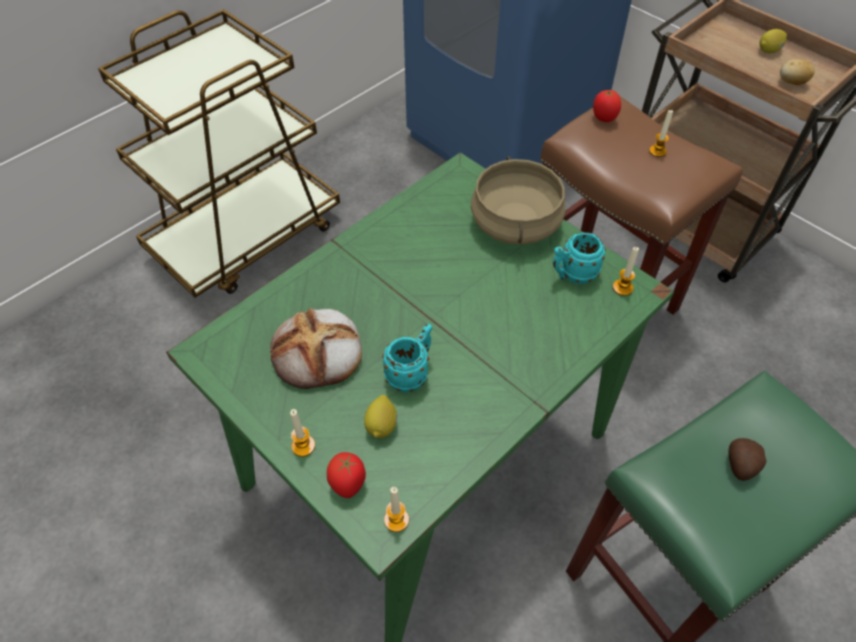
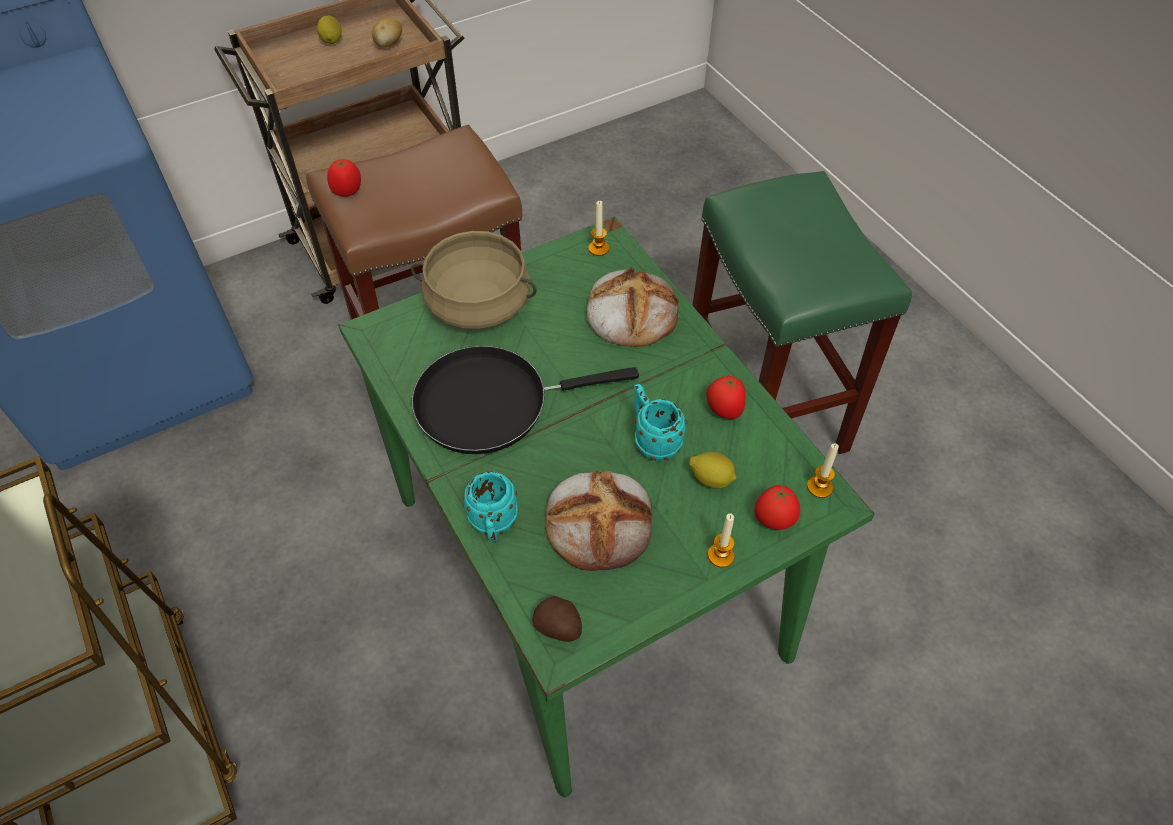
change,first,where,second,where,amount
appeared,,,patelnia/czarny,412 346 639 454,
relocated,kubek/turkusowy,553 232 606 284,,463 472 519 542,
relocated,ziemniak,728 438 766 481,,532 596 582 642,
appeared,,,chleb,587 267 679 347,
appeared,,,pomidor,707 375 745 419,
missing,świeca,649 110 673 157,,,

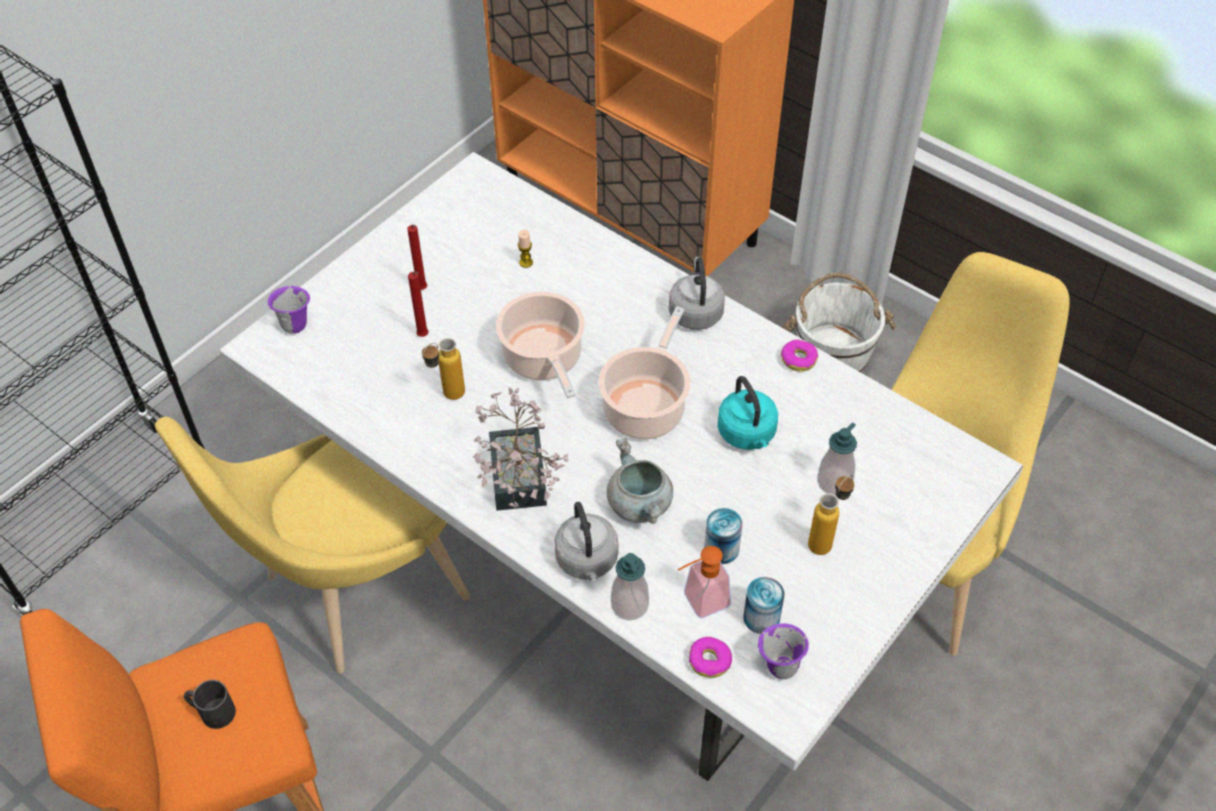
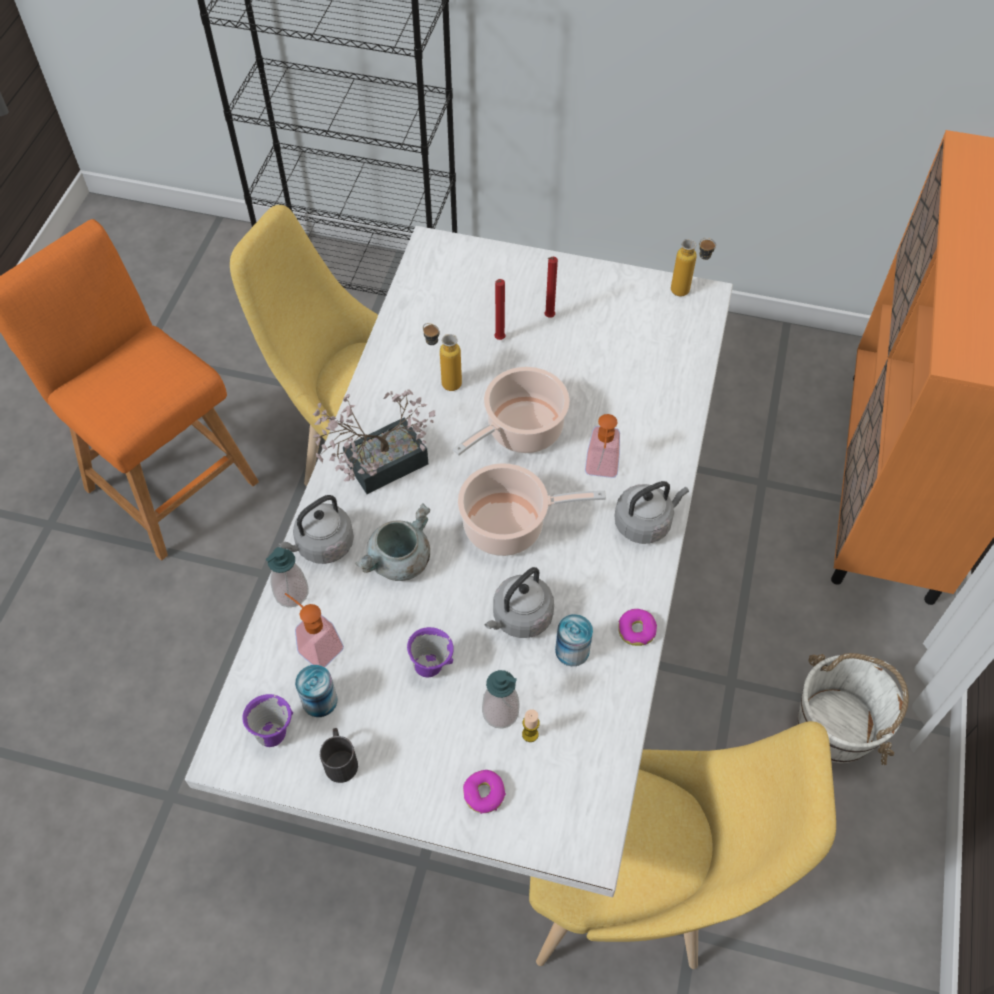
change,first,where,second,where,amount
relocated,kubek/czarny,184 680 236 729,,320 728 358 783,
relocated,kubek/fioletowy,268 286 310 334,,407 627 454 677,
relocated,donut,689 637 732 678,,463 770 506 814,
colour,czajnik/turkusowy,718 376 778 450,czajnik/szary,484 567 554 638,
relocated,świeca,518 230 533 268,,522 710 540 742,
relocated,puszka,704 508 743 564,,555 614 593 666,
appeared,,,dozownik mydła,585 414 620 478,
relocated,butelka,808 474 854 555,,671 238 716 296,

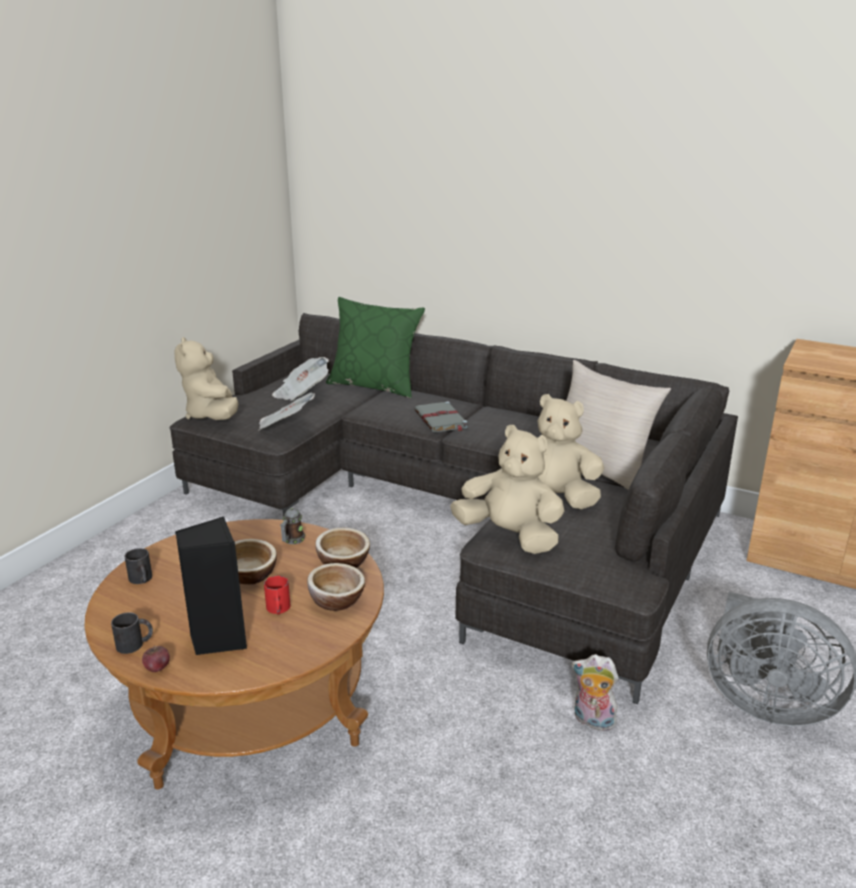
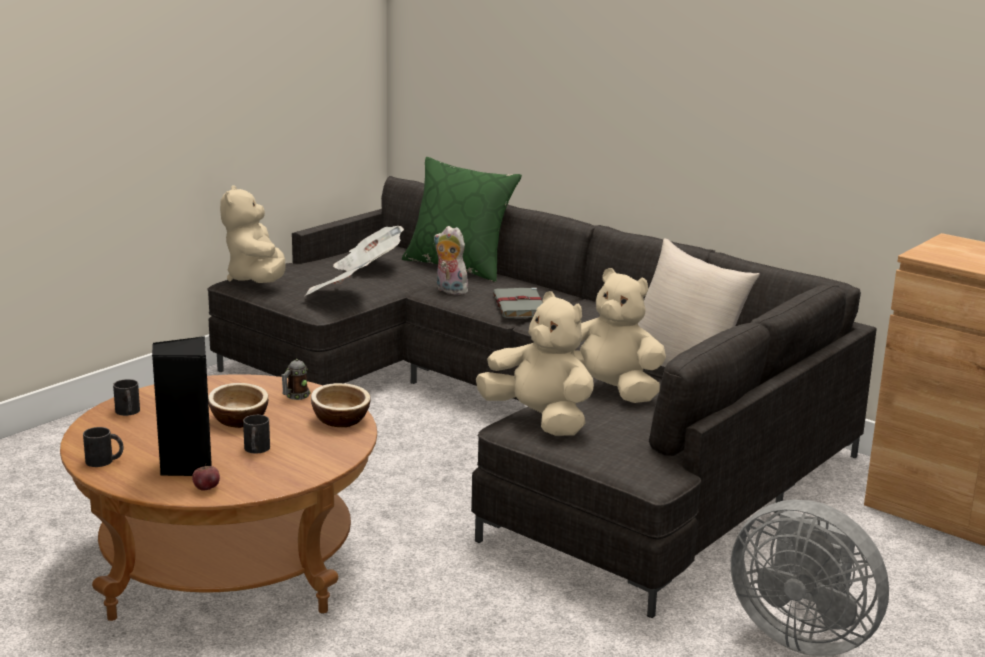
change,first,where,second,where,amount
relocated,jabłko,142 645 170 672,,192 464 220 491,
colour,kubek/czerwony,264 576 290 615,kubek/czarny,243 415 270 454,
relocated,pluszak,572 654 618 731,,434 226 469 295,
missing,miska,307 563 365 611,,,

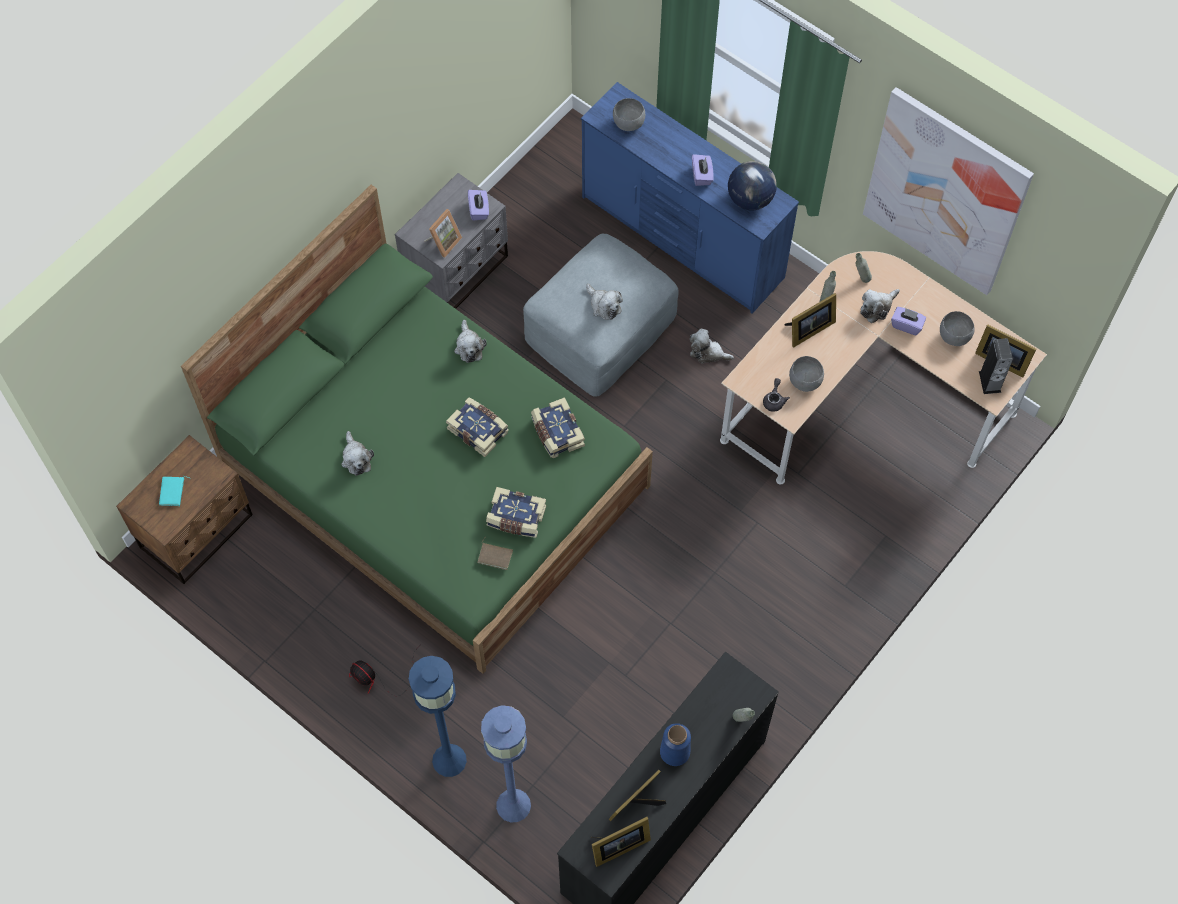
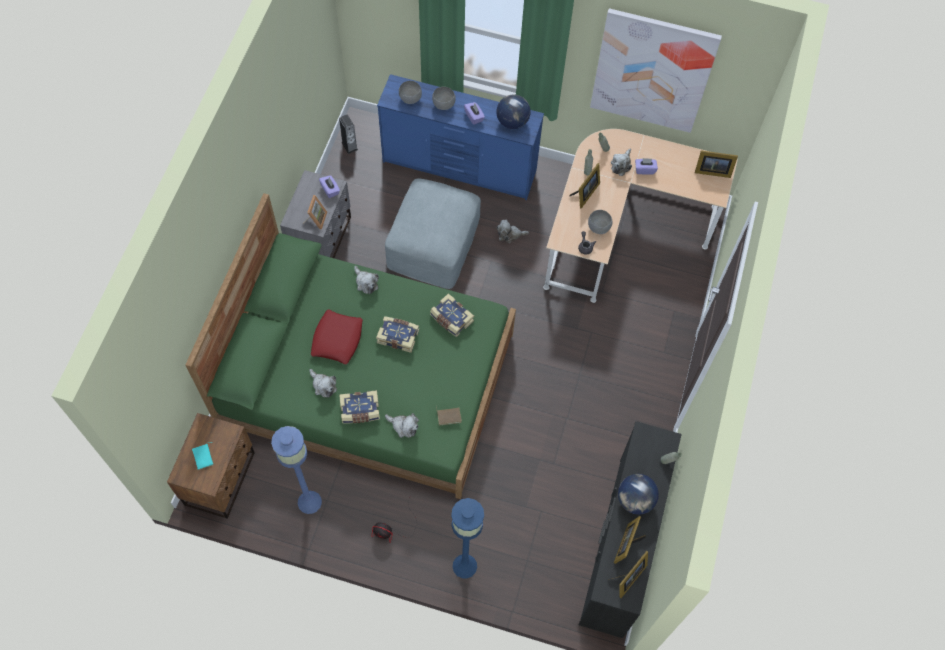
change,first,where,second,where,amount
relocated,lampa stojąca/niebieski,481 705 531 823,,271 426 322 514,
appeared,,,poduszka/czerwony,311 309 363 364,
relocated,głośnik,979 338 1013 394,,339 115 358 154,
relocated,książka,486 487 546 538,,339 390 380 424,
relocated,pluszak,586 284 623 320,,385 413 419 438,
relocated,miska/szary,940 311 975 346,,432 87 456 110,
exchanged,wazon/niebieski,660 723 691 766,globus,618 474 659 514,

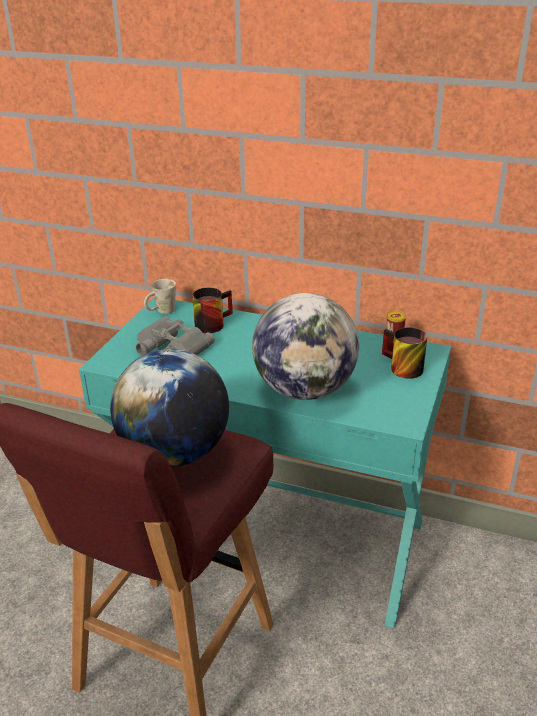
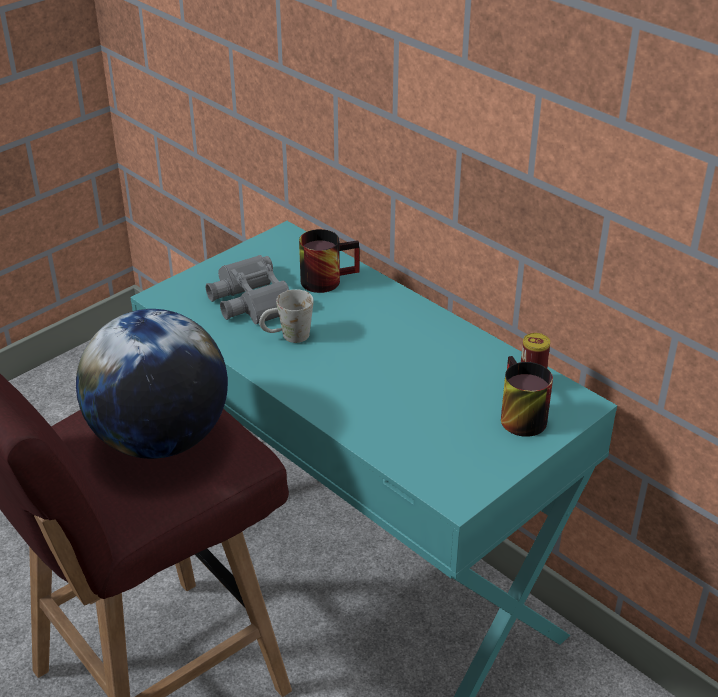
change,first,where,second,where,amount
relocated,kubek/biały,144 279 176 314,,259 289 314 343,
missing,globus,252 293 359 400,,,

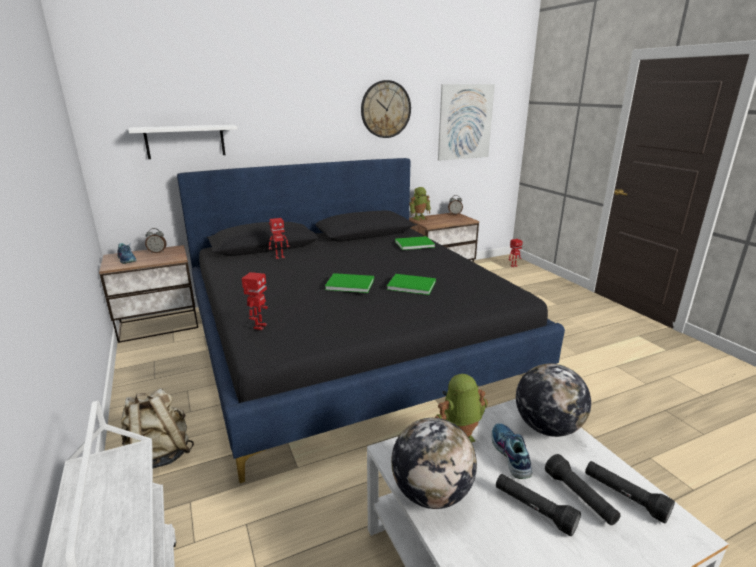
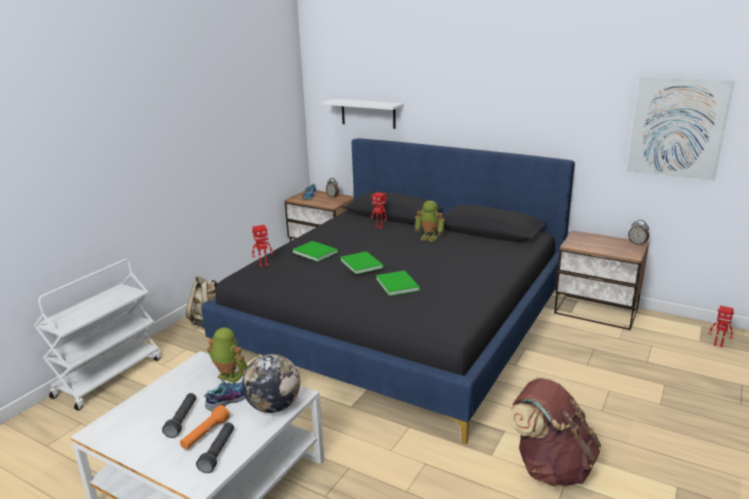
change,first,where,second,where,amount
colour,latarka/czarny,545 454 621 525,latarka/pomarańczowy,180 405 230 449,
relocated,książka/zielony,395 236 435 250,,292 241 339 262,
relocated,robot zabawkowy,409 187 431 221,,415 200 445 242,
appeared,,,plecak/brązowy,509 377 601 486,
missing,zegar ścienny,361 80 411 138,,,
missing,globus,391 418 477 509,,,

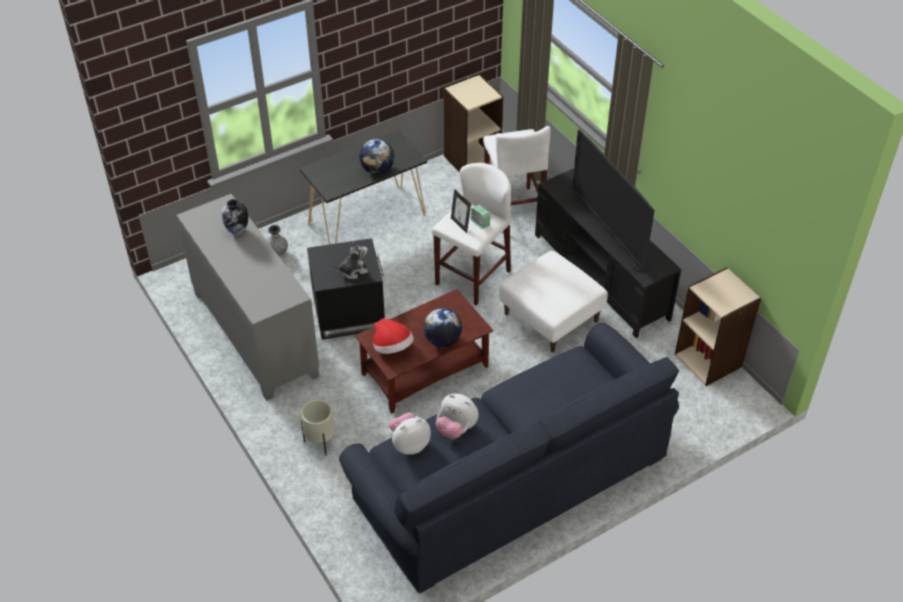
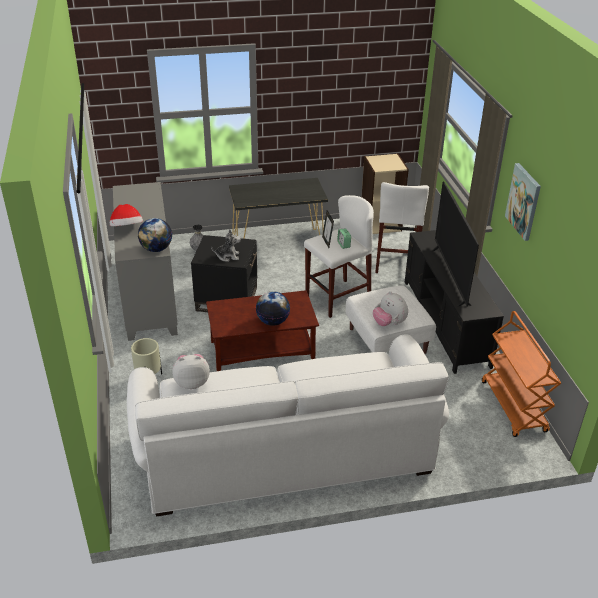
change,first,where,second,where,amount
relocated,kapelusz,373 319 414 354,,110 204 143 226,
colour,kanapa/niebieski,339 322 679 593,kanapa/biały,127 334 449 516,
relocated,globus,359 139 394 174,,138 218 172 252,
relocated,pluszak,436 394 479 439,,373 291 408 326,
exchanged,regał/beżowy,675 267 762 386,wózek/pomarańczowy,482 311 561 437,
appeared,,,obraz,505 163 541 241,
missing,wazon,221 199 248 235,,,

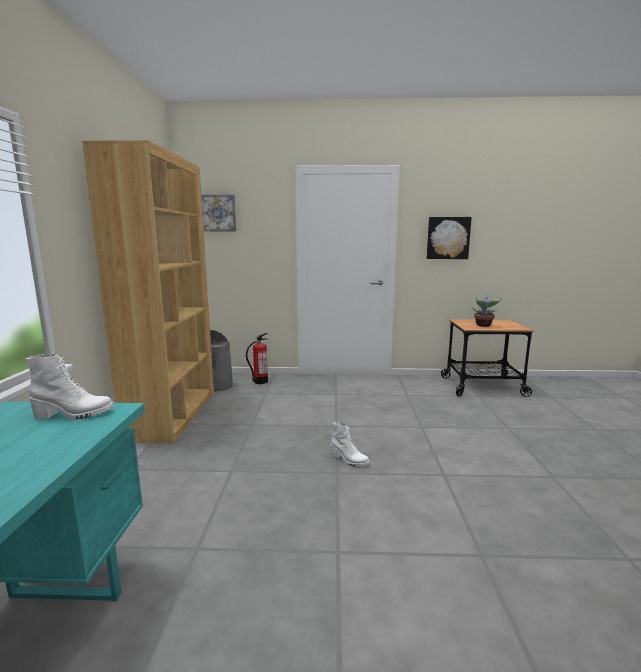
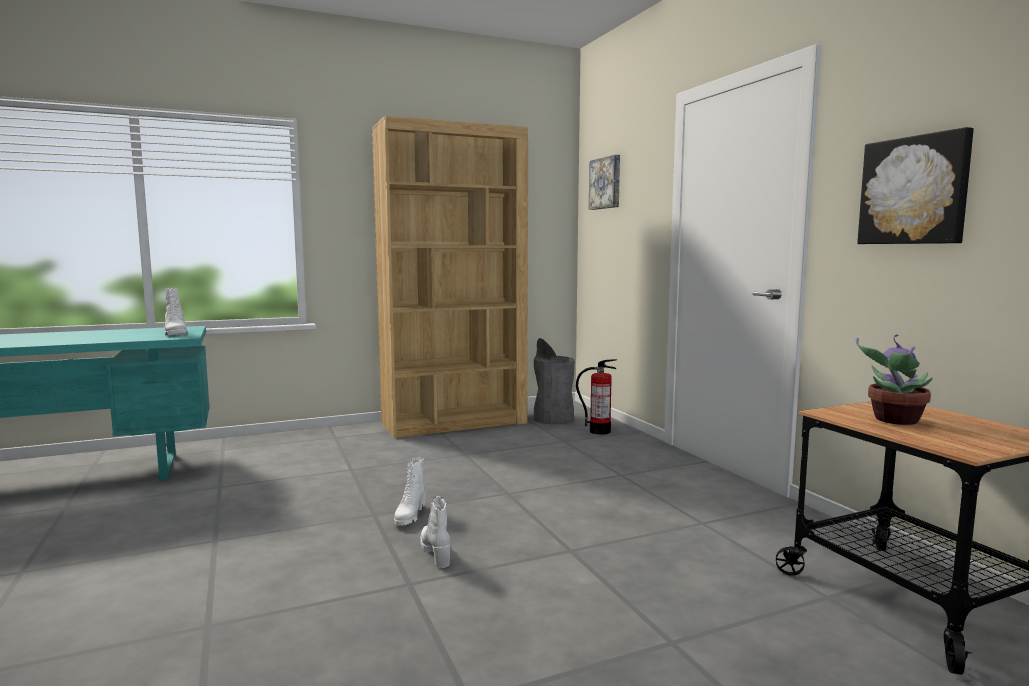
change,first,where,second,where,amount
appeared,,,but z cholewką/biały,421 496 450 568,

